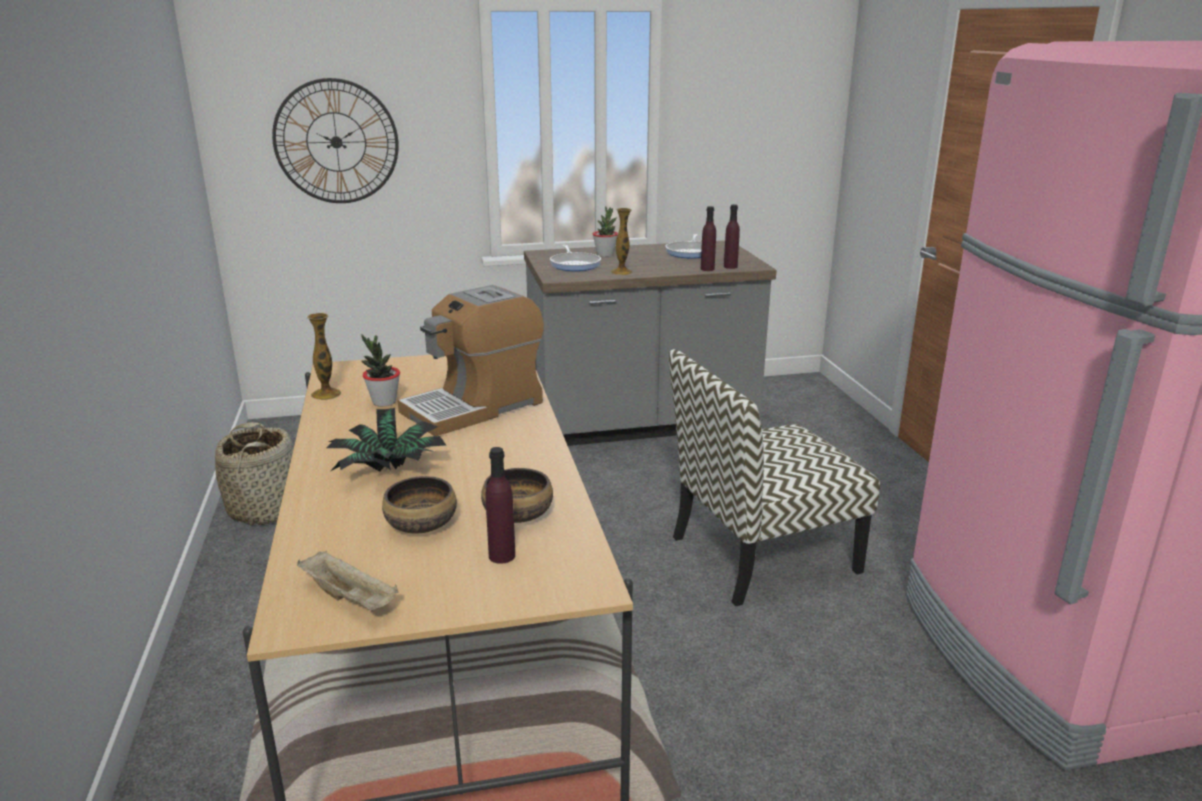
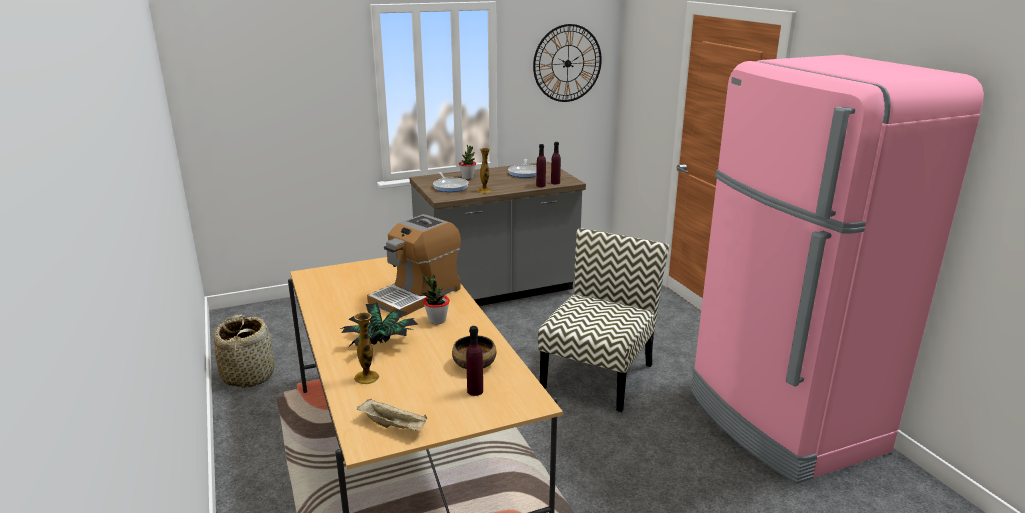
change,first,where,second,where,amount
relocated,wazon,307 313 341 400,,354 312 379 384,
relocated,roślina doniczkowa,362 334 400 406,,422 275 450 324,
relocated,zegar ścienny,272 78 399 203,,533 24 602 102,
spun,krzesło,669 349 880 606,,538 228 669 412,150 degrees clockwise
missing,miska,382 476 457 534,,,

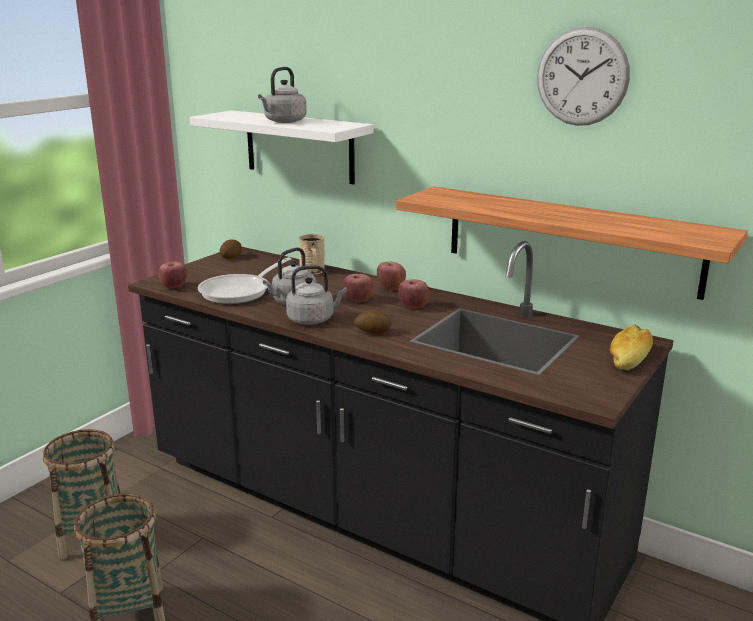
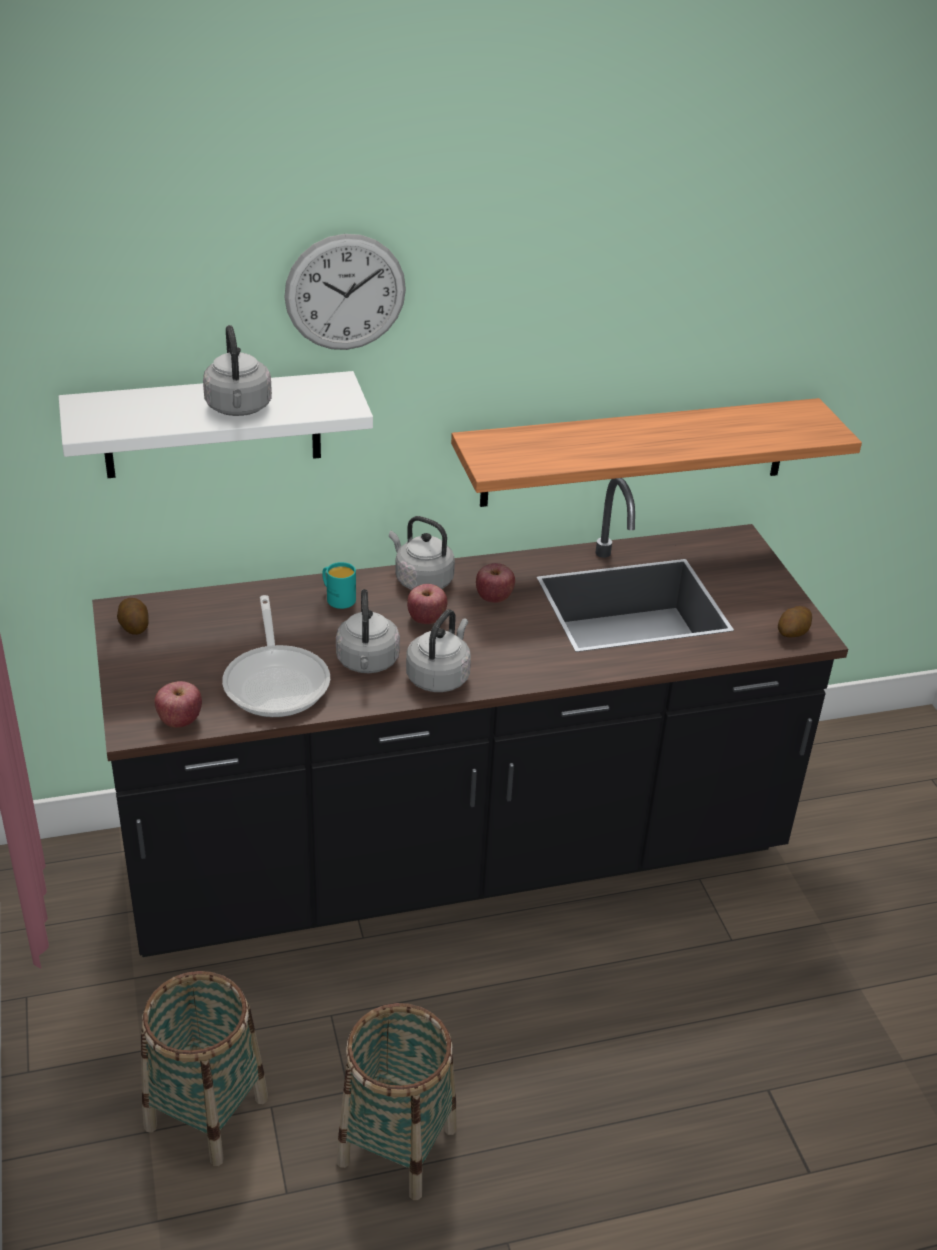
change,first,where,second,where,amount
relocated,zegar ścienny,537 27 630 126,,284 234 406 350,
appeared,,,kubek/turkusowy,322 562 356 609,
exchanged,jabłko,377 261 406 290,czajnik/szary,389 516 455 590,
relocated,ziemniak,354 310 391 334,,778 606 812 637,
missing,kubek/beżowy,299 234 325 275,,,
missing,chleb,609 324 653 370,,,

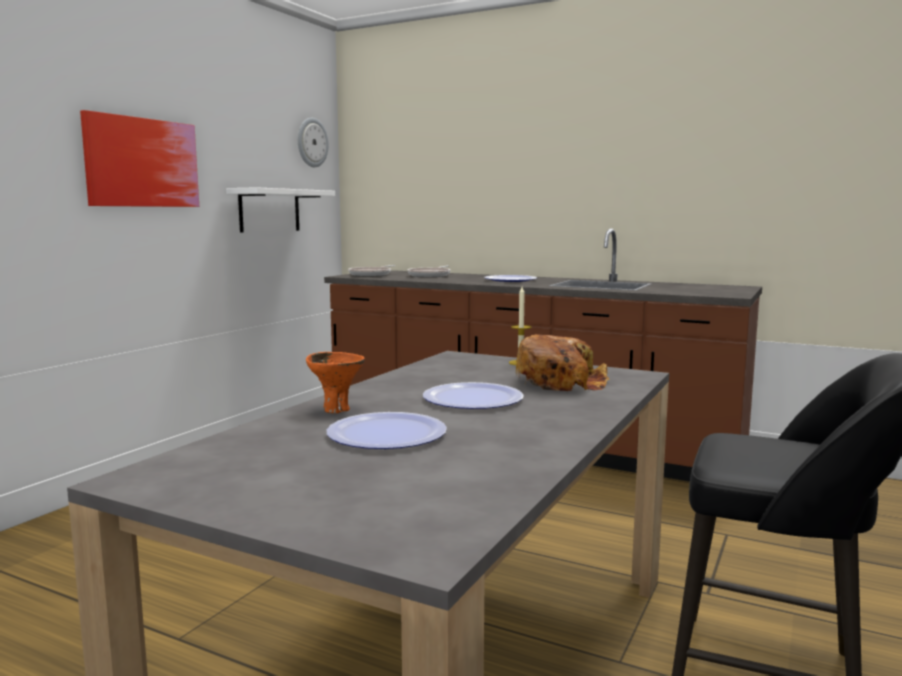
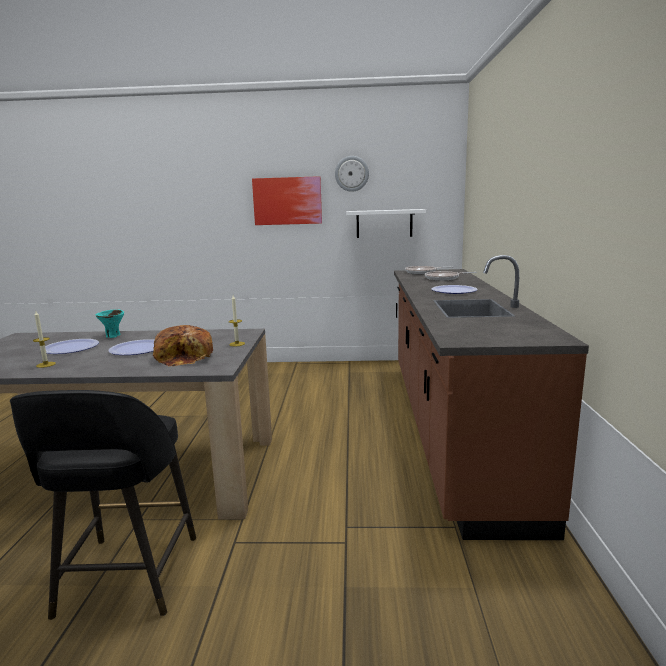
change,first,where,second,where,amount
appeared,,,świeca,33 311 56 368,
colour,miska/pomarańczowy,306 352 364 413,miska/turkusowy,96 309 124 338,
relocated,zegar ścienny,298 118 329 167,,335 156 369 192,

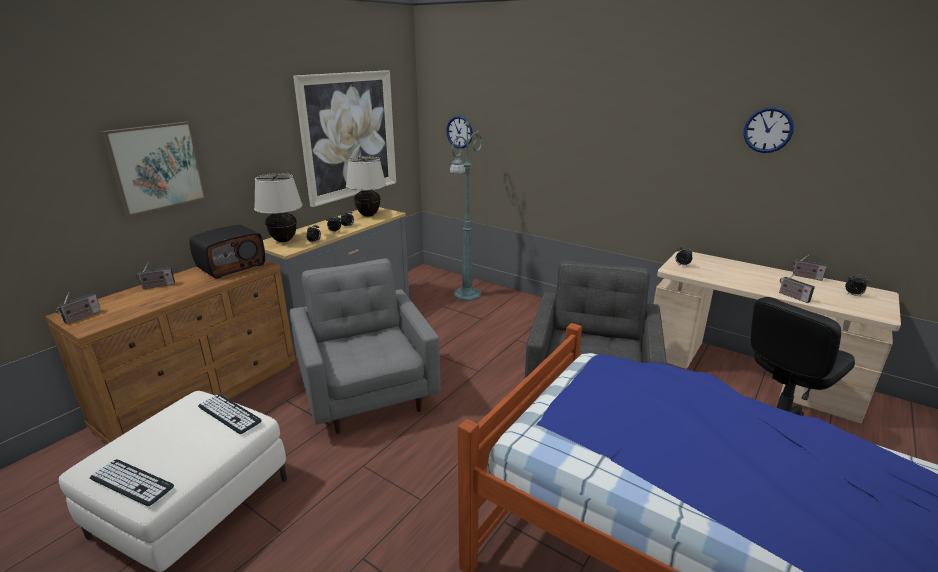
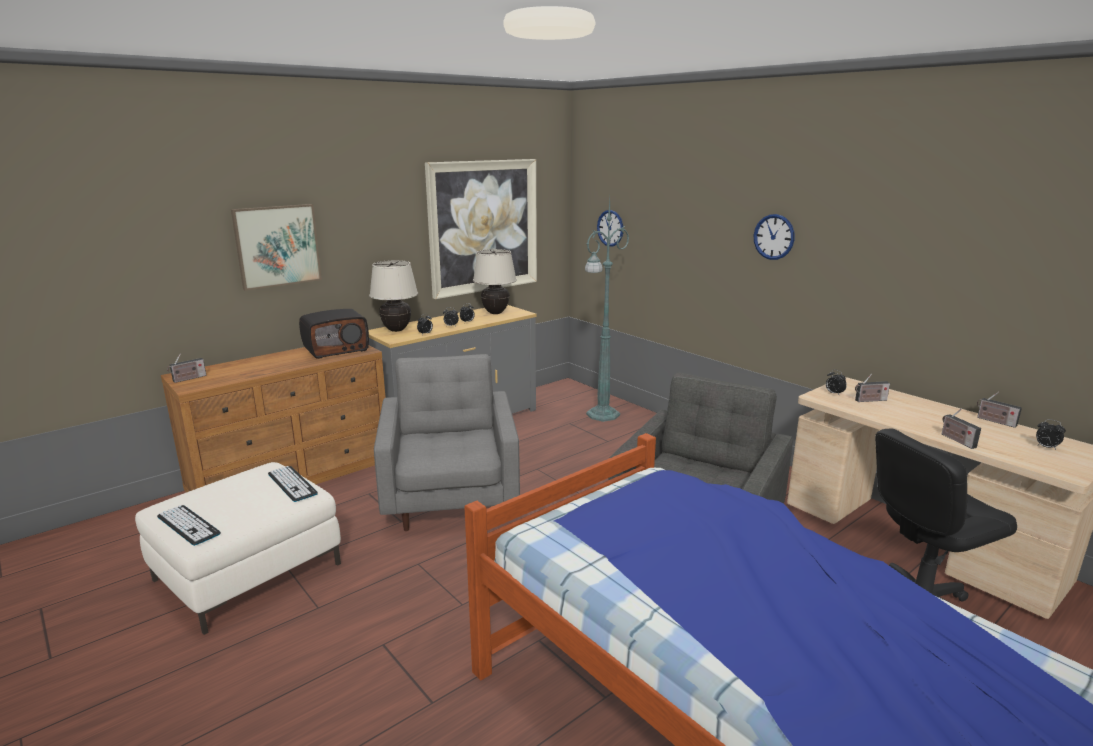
change,first,where,second,where,amount
relocated,zegar ścienny,743 107 794 153,,754 214 795 260,
relocated,radio,136 262 175 289,,855 374 890 402,

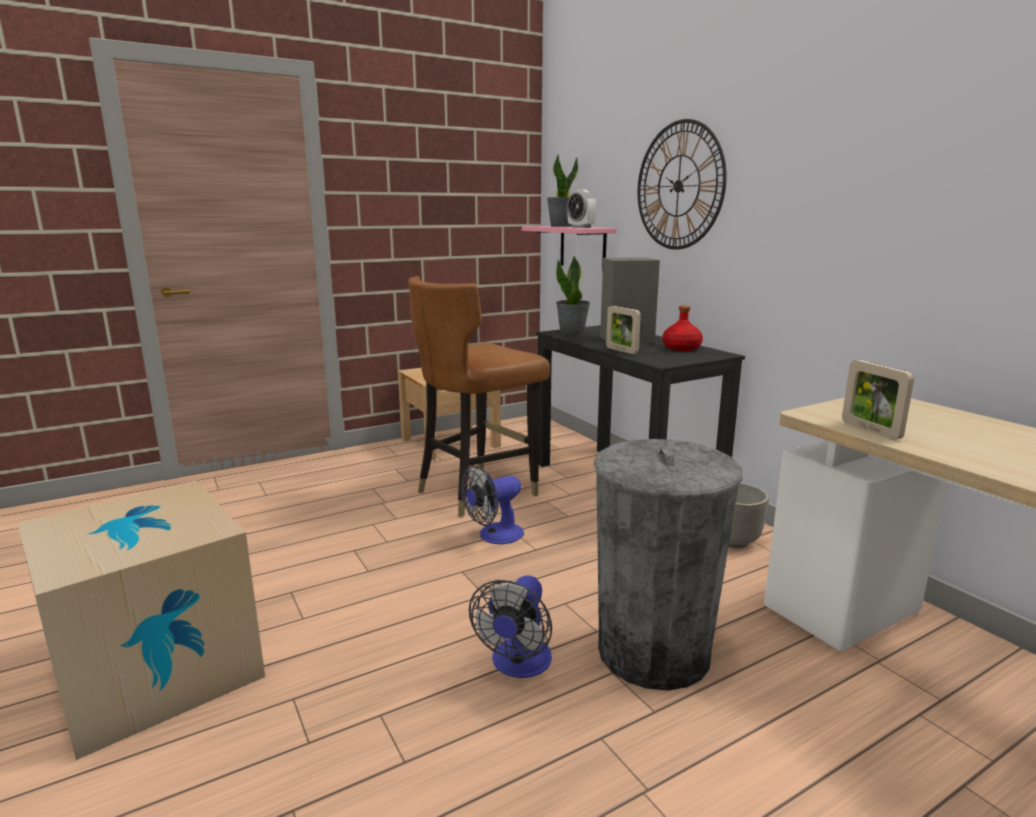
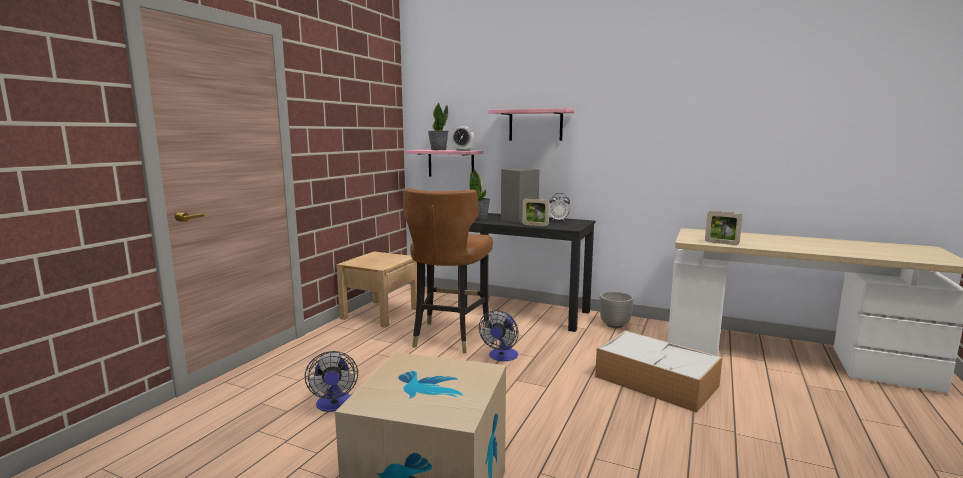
change,first,where,second,where,amount
relocated,wentylator,469 576 552 678,,305 351 358 412,
exchanged,zegar ścienny,638 119 727 250,półka/różowy,488 108 574 141,
exchanged,butelka/czerwony,662 306 703 351,budzik,549 193 570 221,
exchanged,kosz na śmieci/szary,594 439 742 691,pojemnik do przechowywania,595 330 723 413,

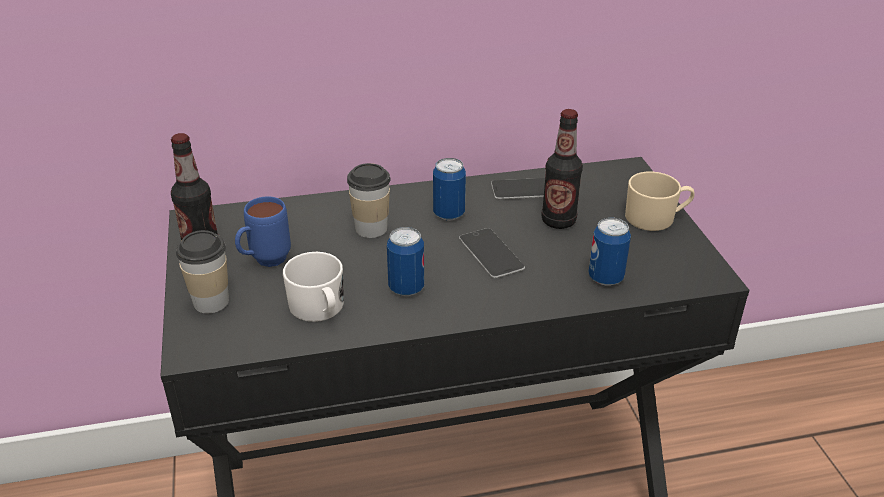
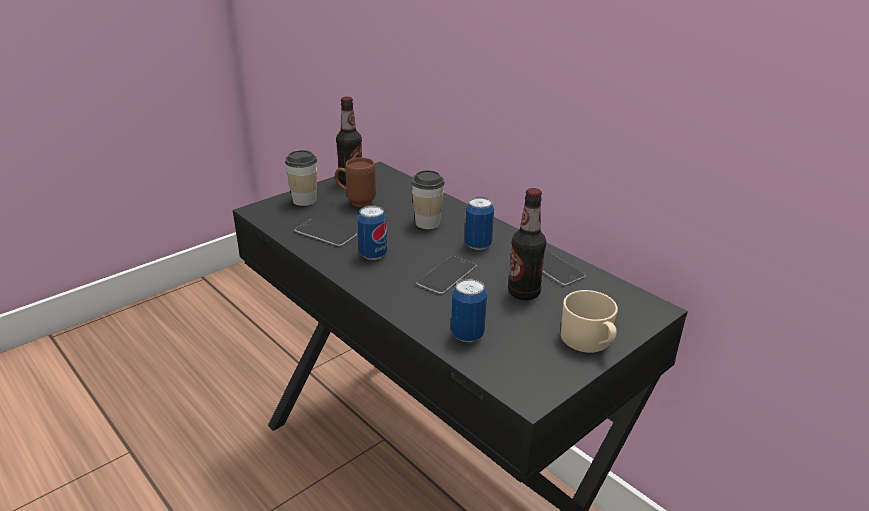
change,first,where,second,where,amount
exchanged,kubek/biały,283 252 344 322,telefon,294 219 357 246,
colour,kubek/niebieski,235 196 291 267,kubek/brązowy,335 157 376 208,

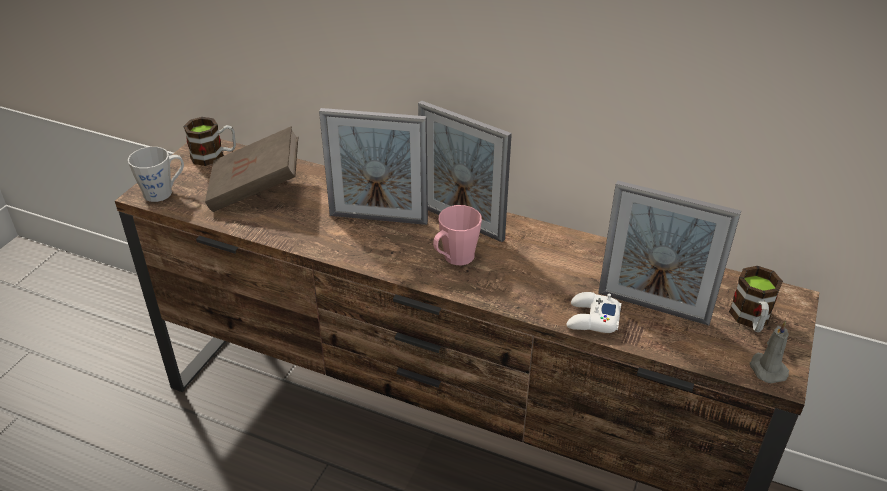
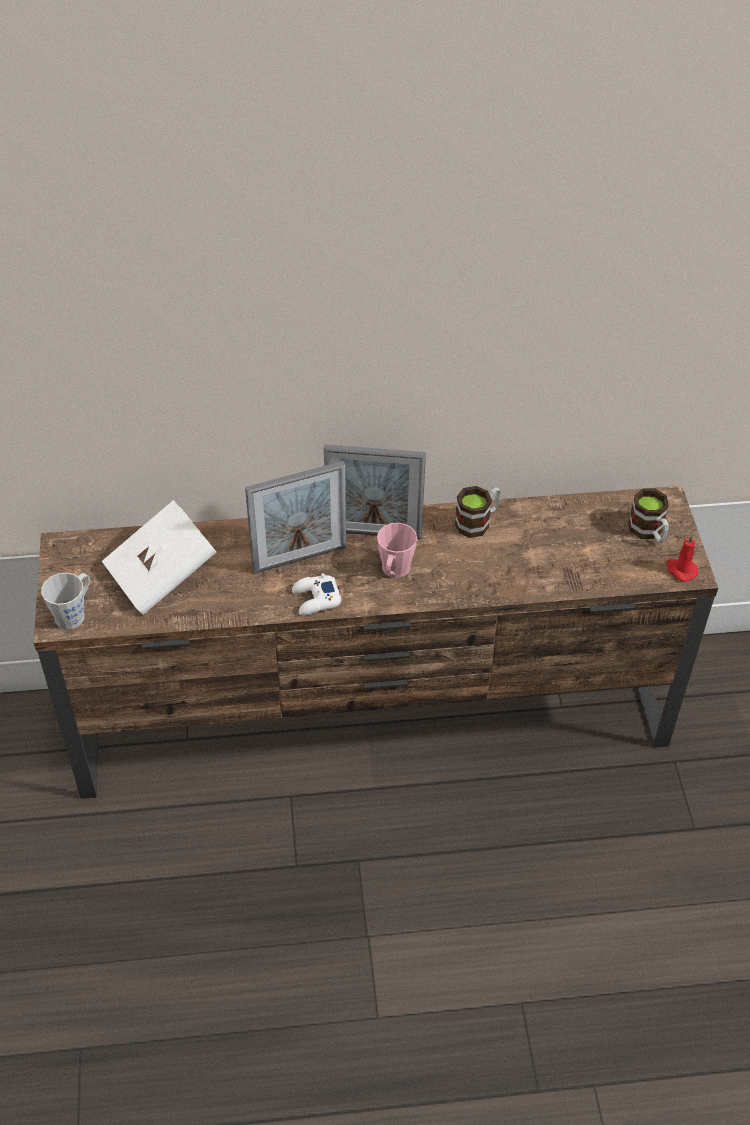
change,first,where,second,where,amount
colour,książka/brązowy,205 126 298 212,książka/biały,102 500 216 615,
relocated,pad do gier/biały,567 292 621 333,,292 573 342 616,
relocated,kubek,183 117 236 166,,455 486 501 538,
colour,świeca/szary,750 321 789 383,świeca/czerwony,666 534 698 582,
missing,ramka na zdjęcie,598 180 741 326,,,

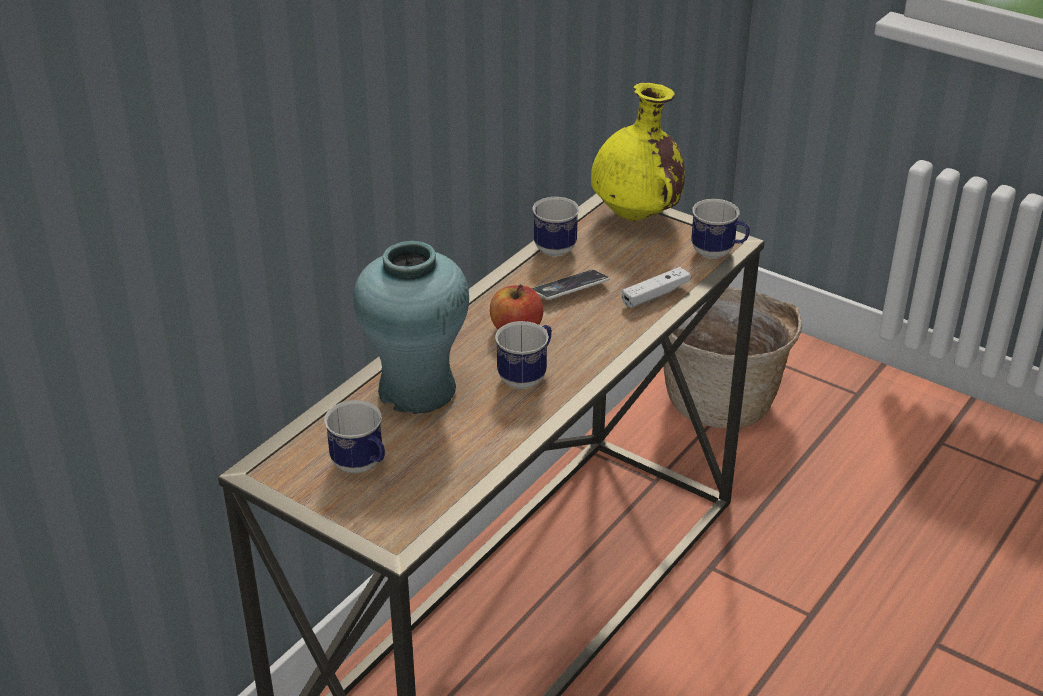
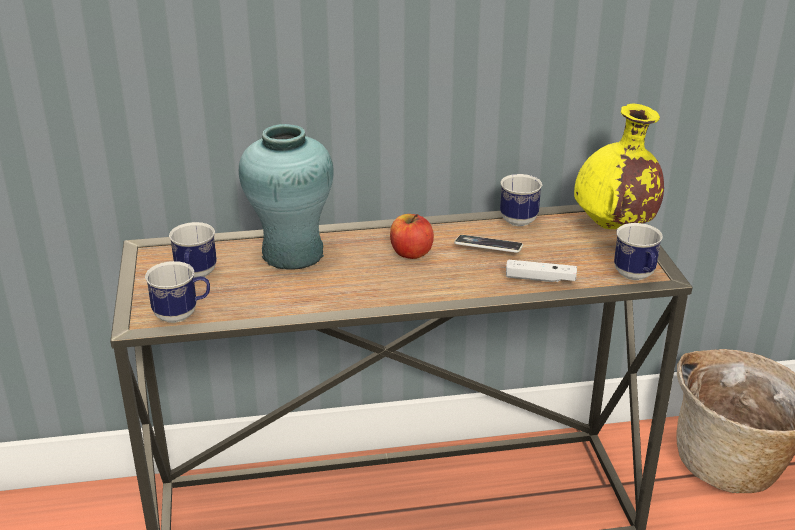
change,first,where,second,where,amount
relocated,kubek,495 321 552 389,,145 261 210 323,

